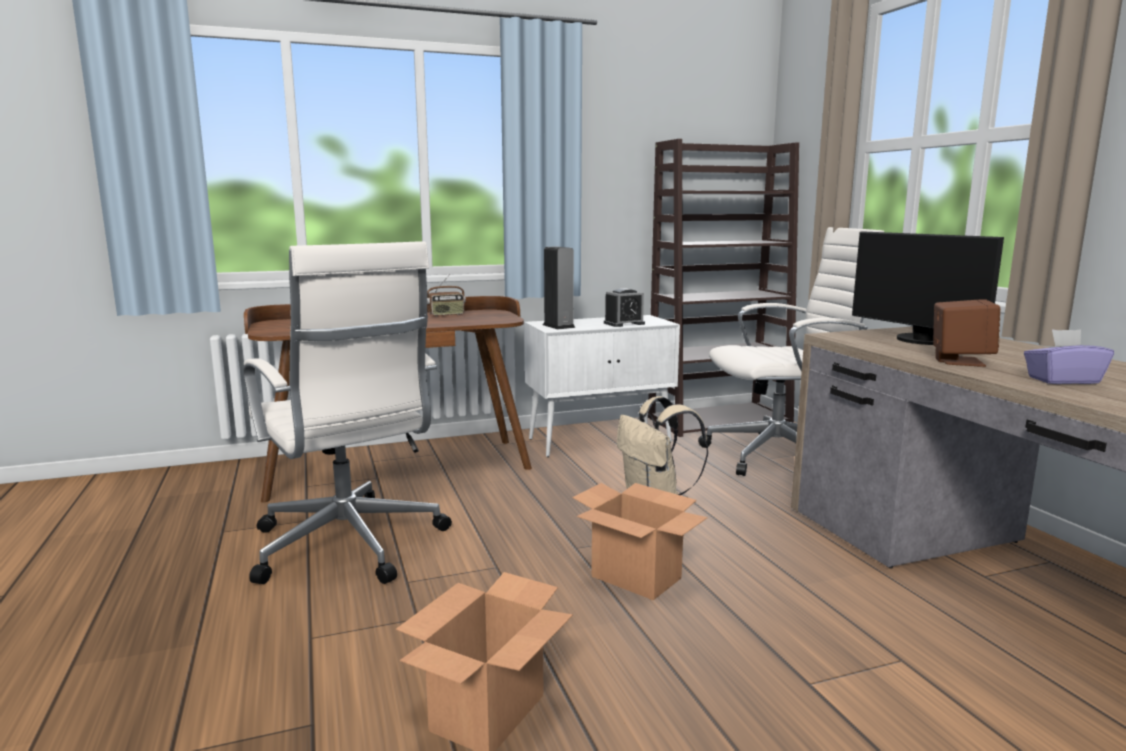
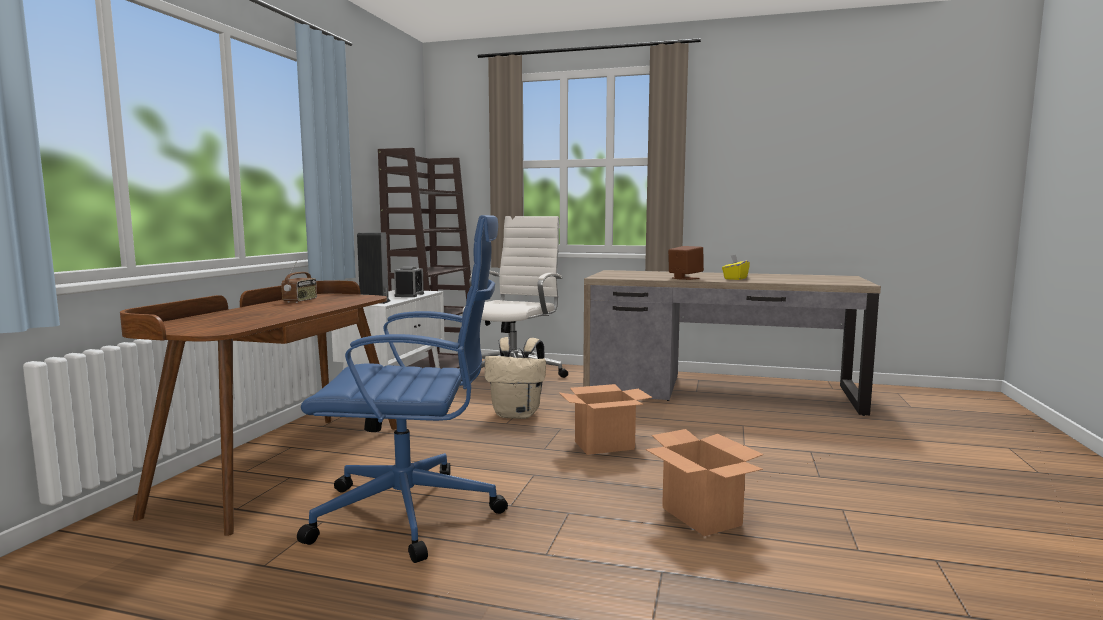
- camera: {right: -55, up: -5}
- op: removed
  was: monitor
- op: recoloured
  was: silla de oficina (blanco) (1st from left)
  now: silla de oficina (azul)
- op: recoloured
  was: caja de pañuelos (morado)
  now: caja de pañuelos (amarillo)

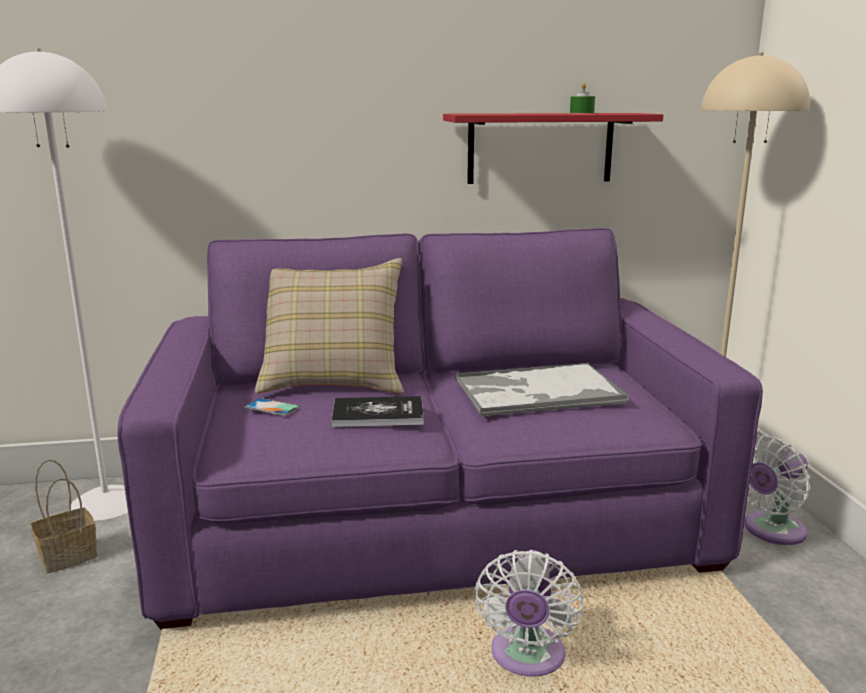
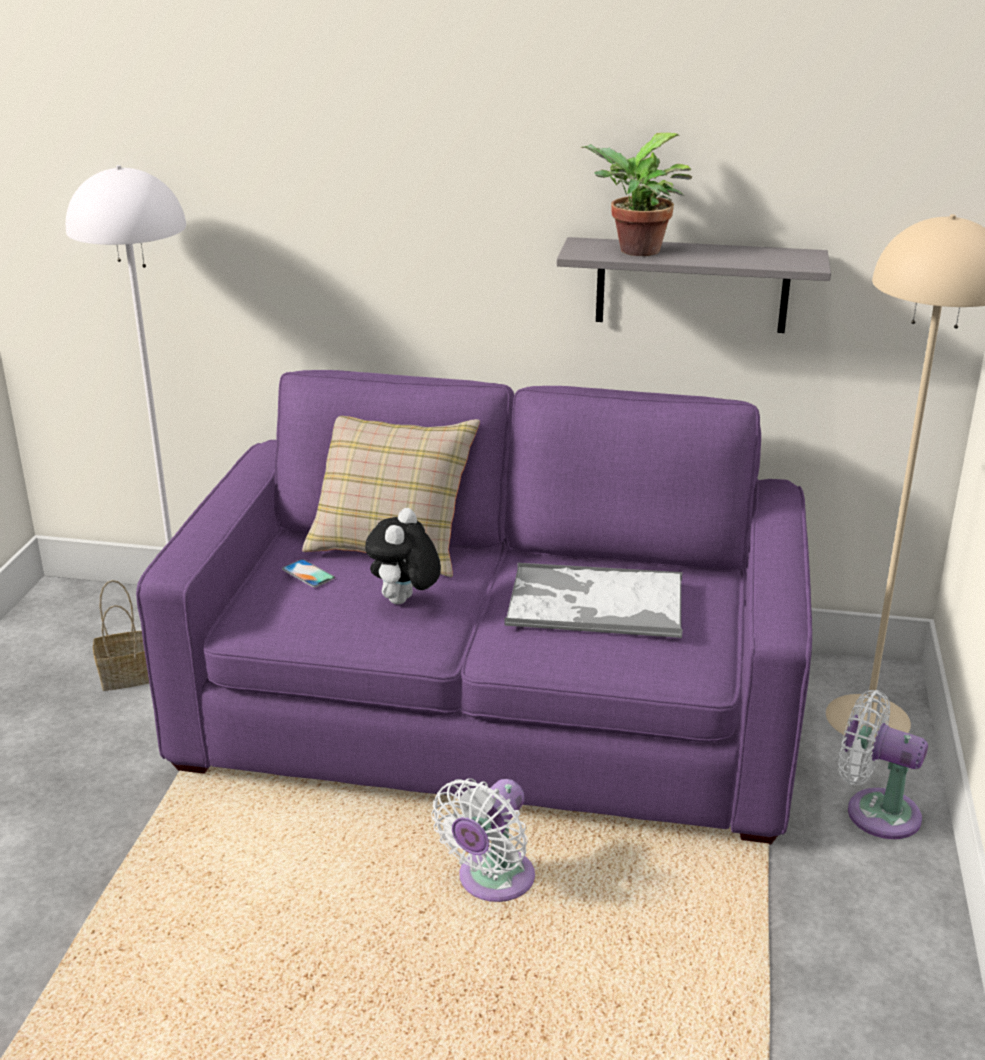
- camera: {right: 20, up: 10}
- op: removed
  was: vela (verde)
- op: added
  now: planta en maceta
- op: replaced
  was: libro
  now: peluche
- op: recoloured
  was: estante (rojo)
  now: estante (gris)
- op: turned
  was: ventilador (blanco) (2nd from left)
  clockwise: 45

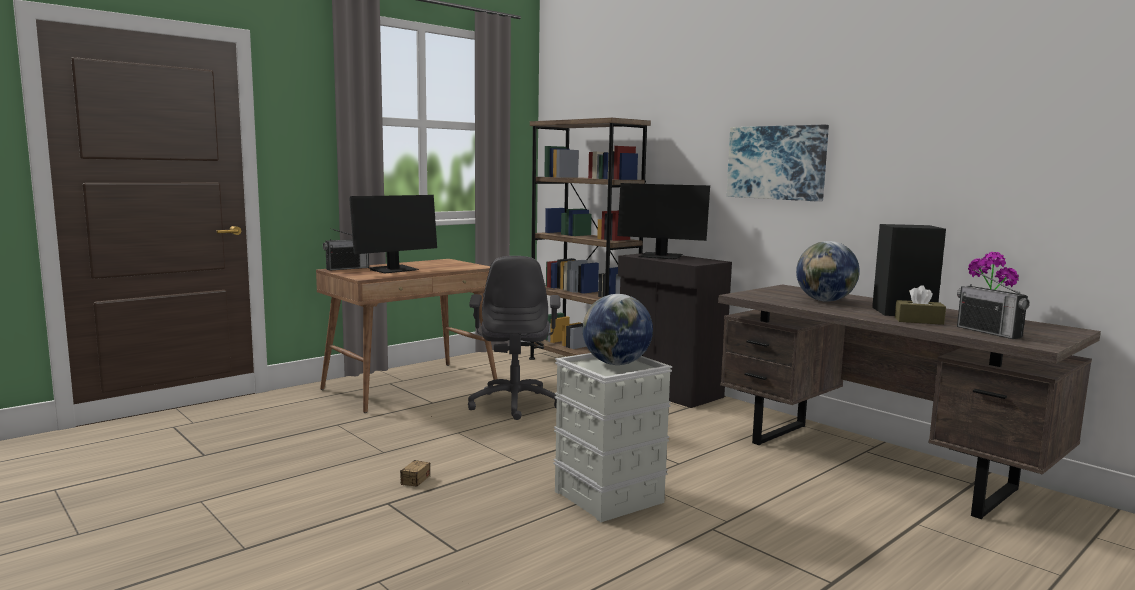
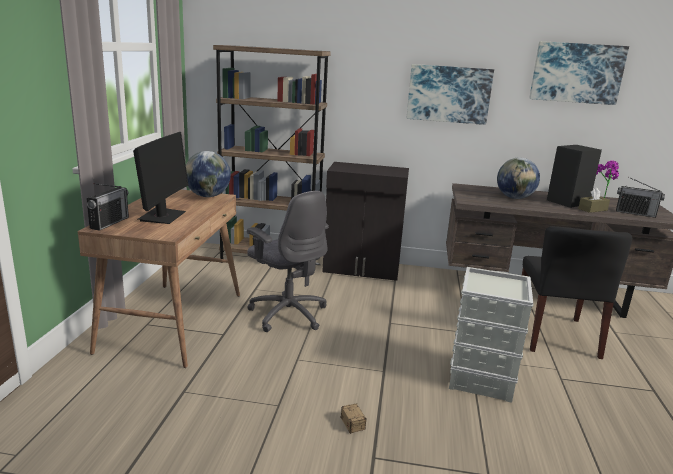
- camera: {right: -40, up: 10}
- op: removed
  was: monitor (2nd from left)
- op: added
  now: silla (negro)
- op: added
  now: cuadro (2nd from left)
- op: moved
  was: globo terráqueo (1st from left)

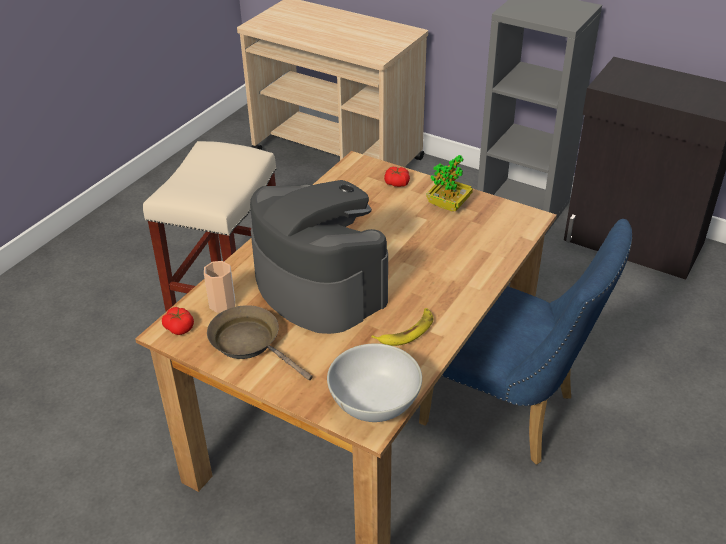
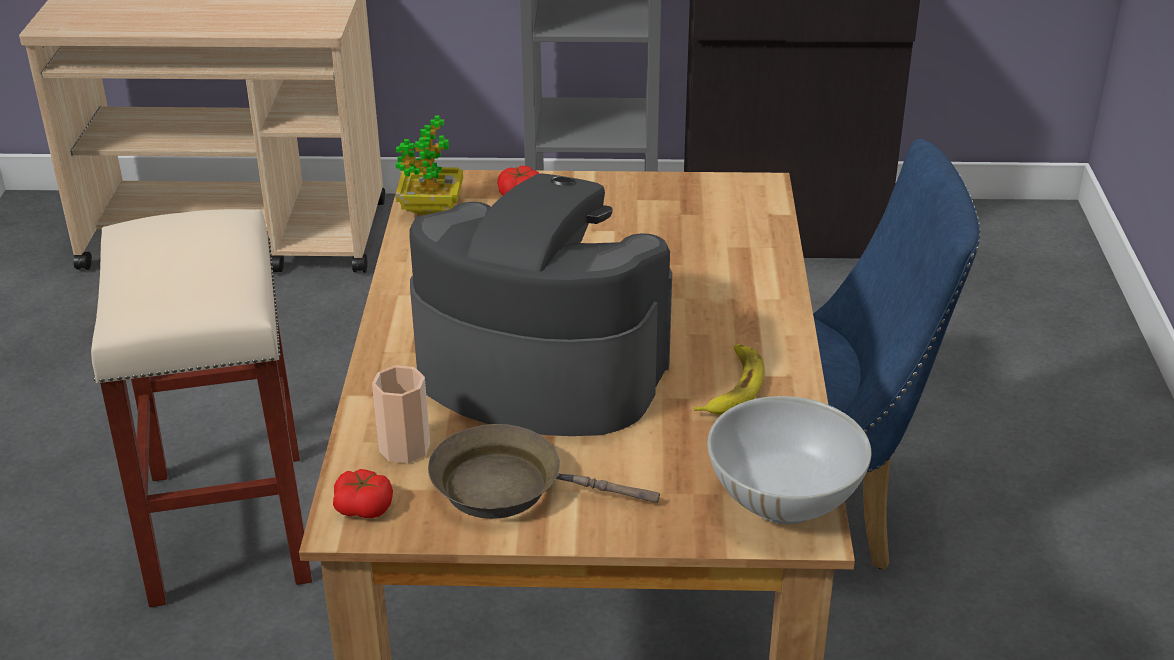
- camera: {right: -30, up: -5}
- op: moved
  was: planta en maceta

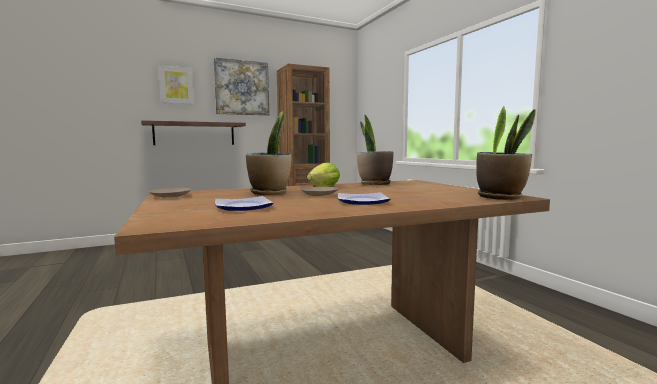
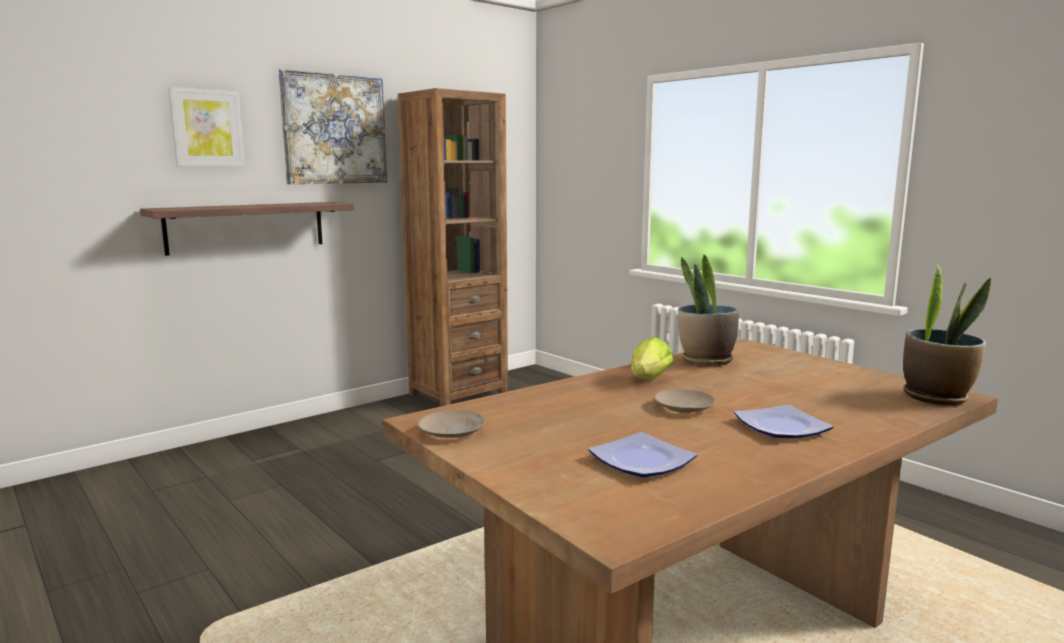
- camera: {right: -15, up: 5}
- op: removed
  was: planta en maceta (1st from left)

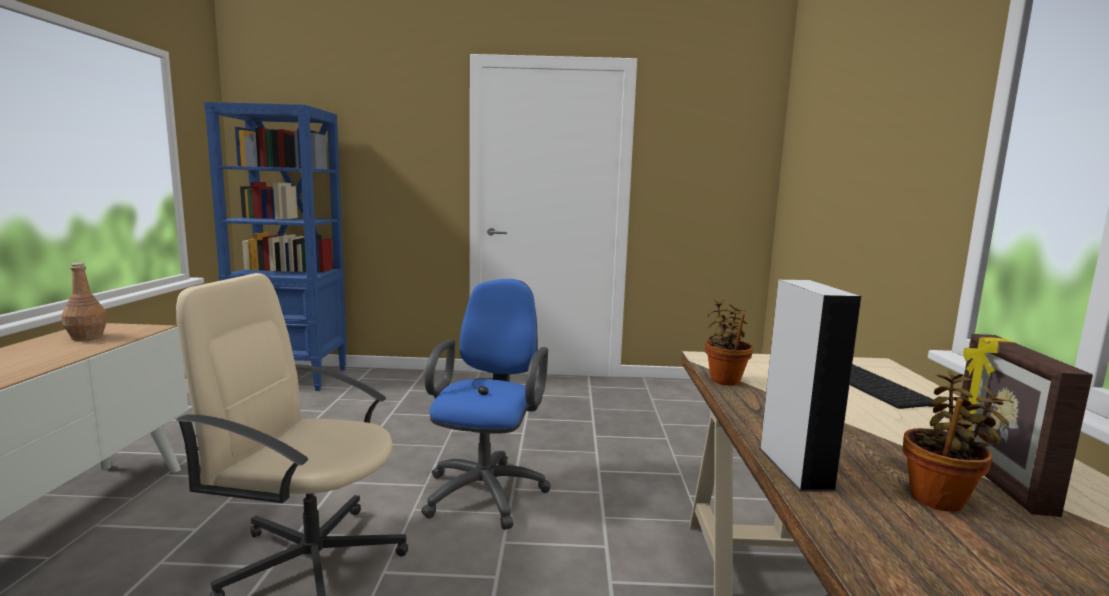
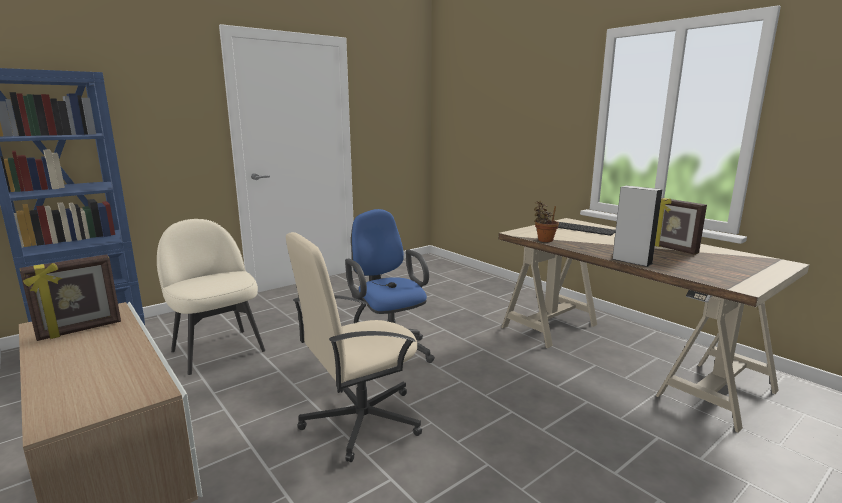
- camera: {right: -40, up: 5}
- op: removed
  was: planta en maceta (2nd from left)
- op: added
  now: silla (beis)
- op: replaced
  was: botella (marrón)
  now: portarretratos (1st from left)

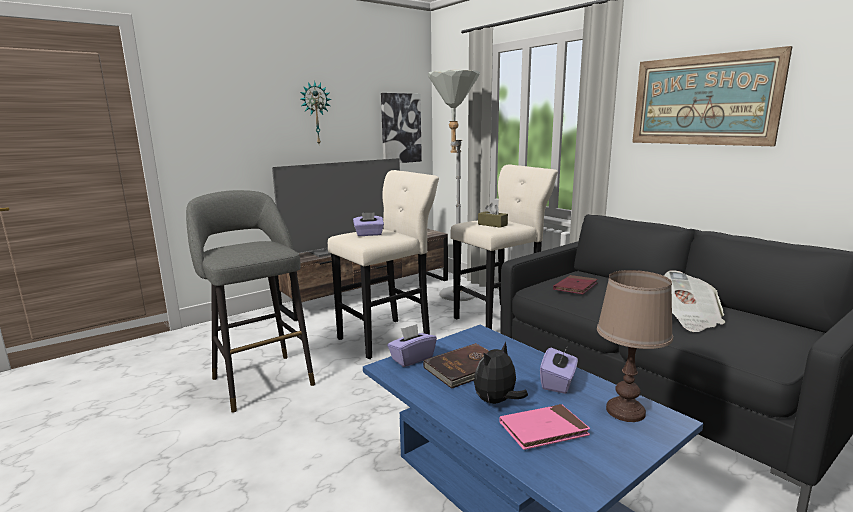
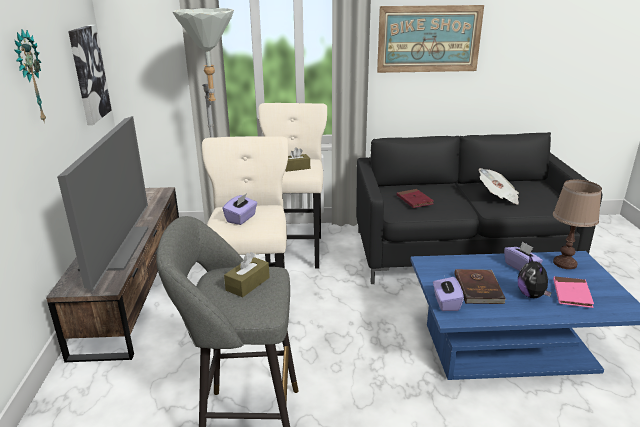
- camera: {right: -55, up: 10}
- op: added
  now: caja de pañuelos (marrón) (1st from left)

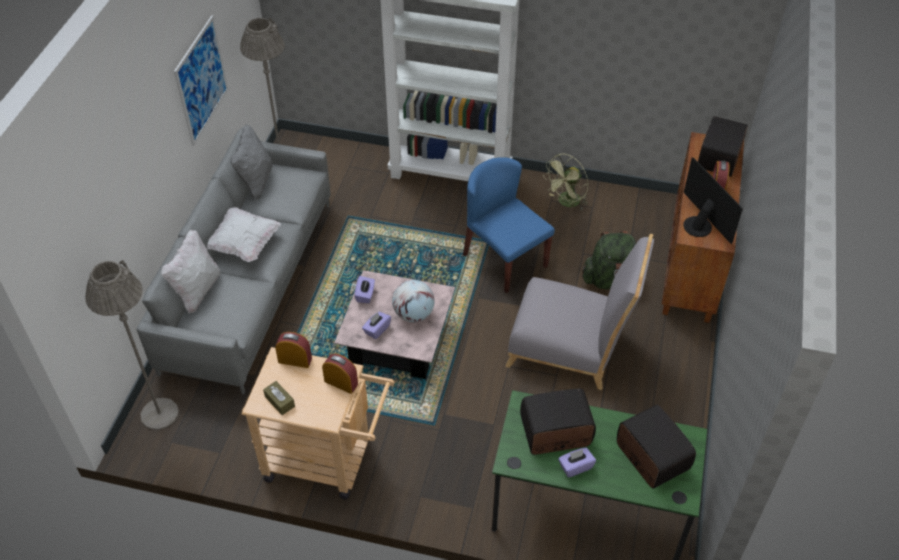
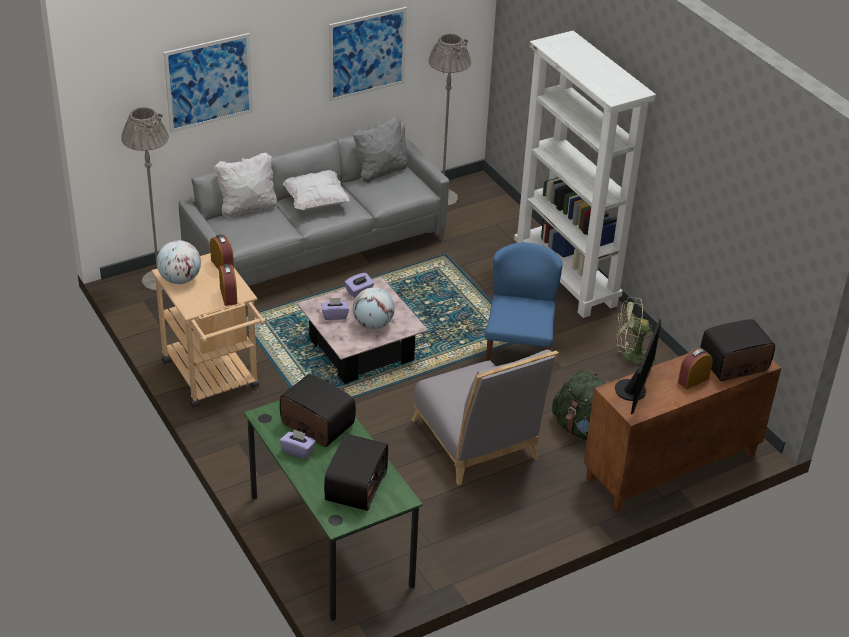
- camera: {right: 45, up: -10}
- op: added
  now: cuadro (1st from left)
- op: replaced
  was: caja de pañuelos (marrón)
  now: globo terráqueo (1st from left)

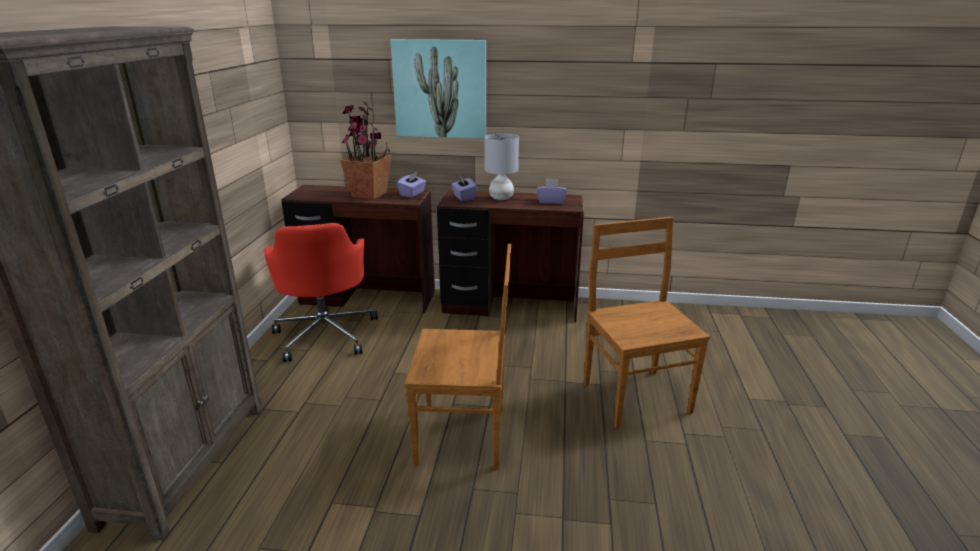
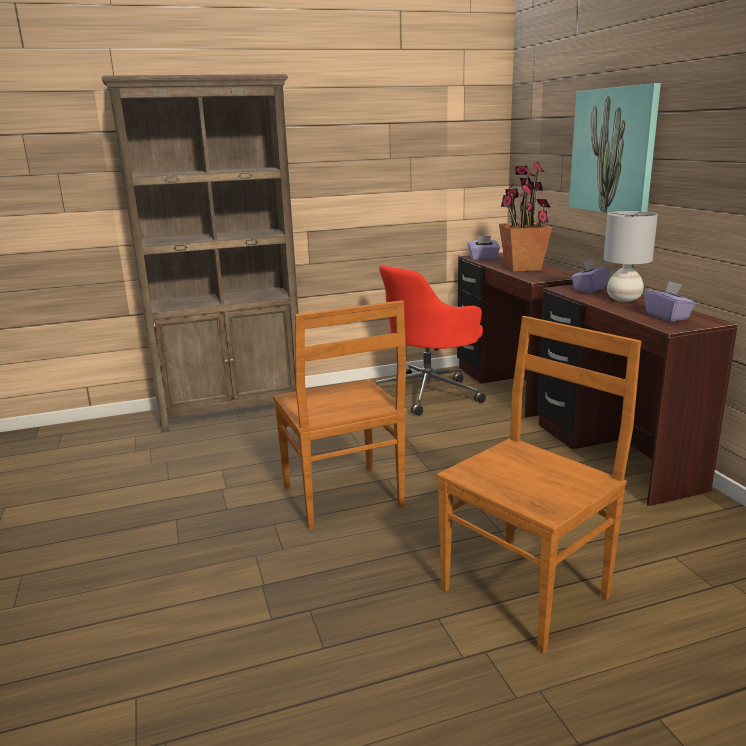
- camera: {right: 65, up: -5}
- op: moved
  was: caja de pañuelos (morado) (1st from left)

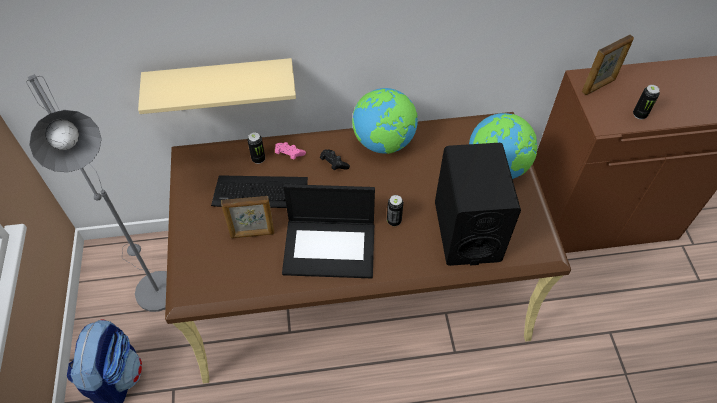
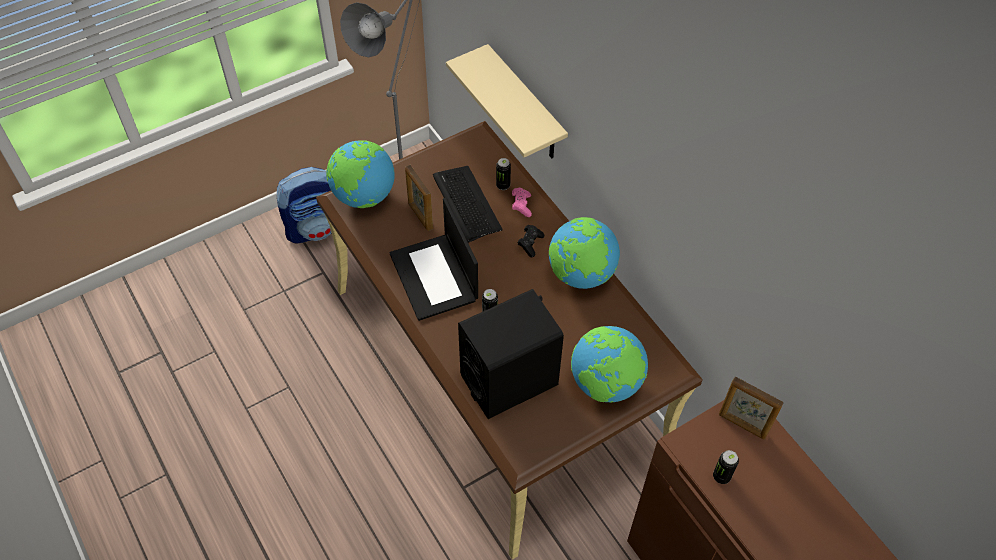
- camera: {right: 65, up: 0}
- op: added
  now: globo terráqueo (1st from left)

